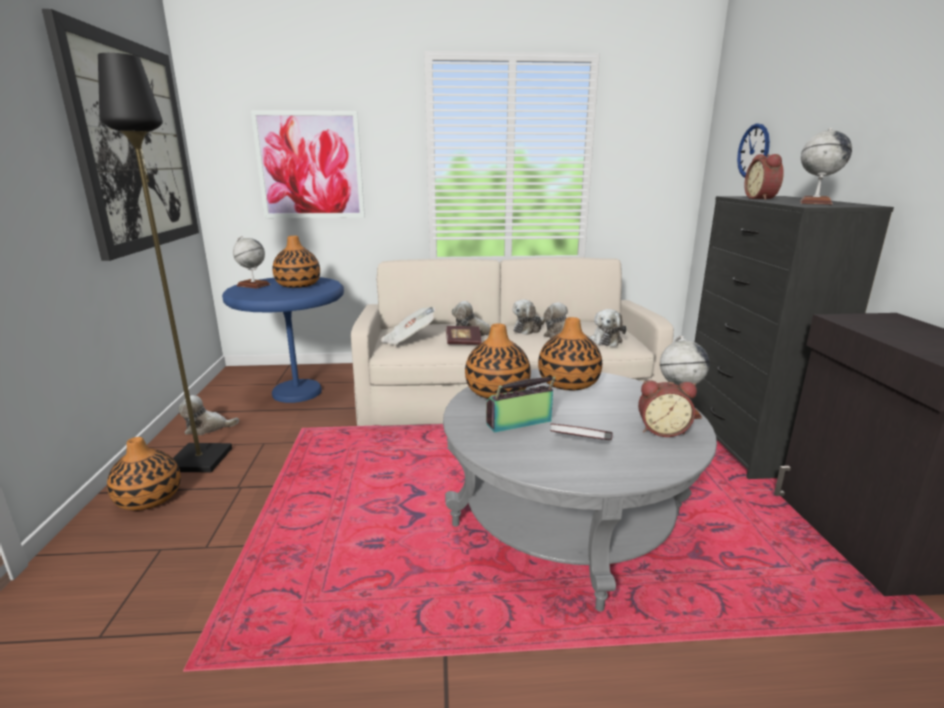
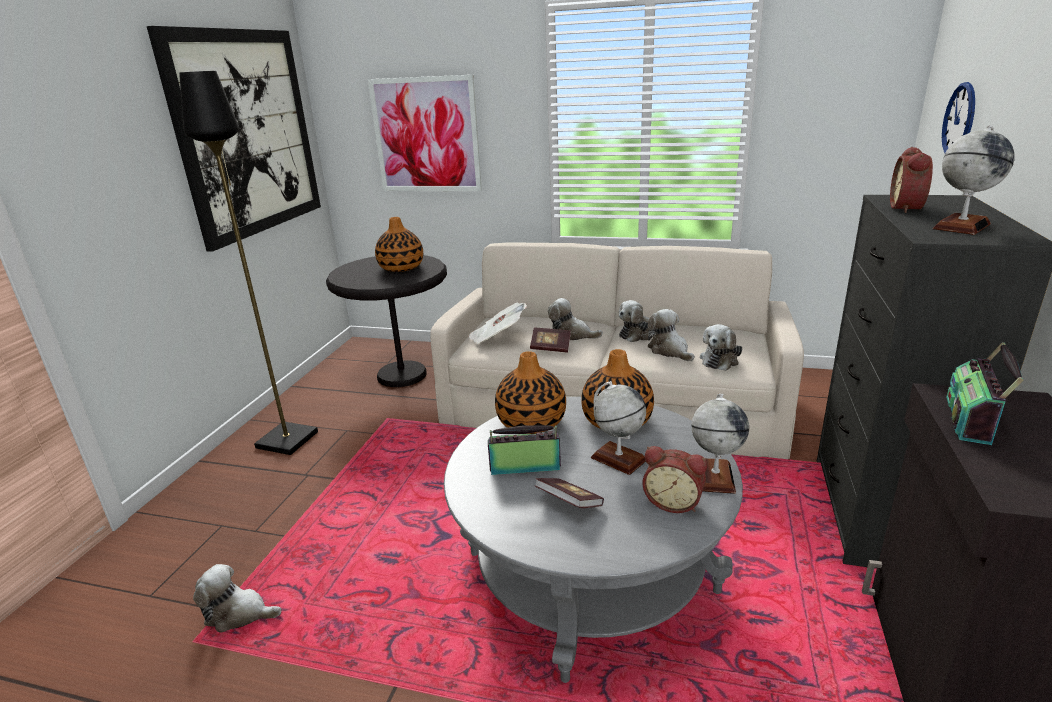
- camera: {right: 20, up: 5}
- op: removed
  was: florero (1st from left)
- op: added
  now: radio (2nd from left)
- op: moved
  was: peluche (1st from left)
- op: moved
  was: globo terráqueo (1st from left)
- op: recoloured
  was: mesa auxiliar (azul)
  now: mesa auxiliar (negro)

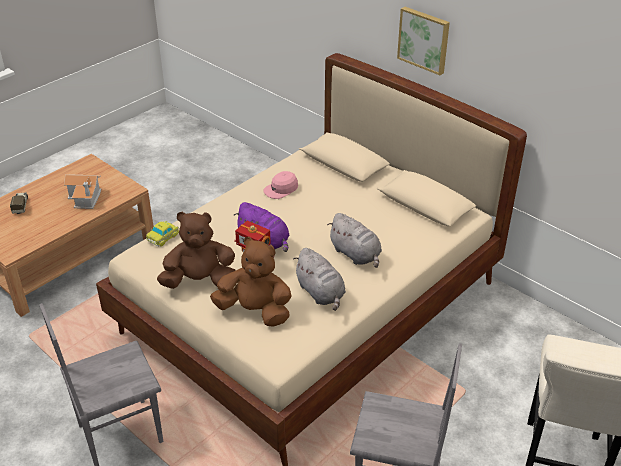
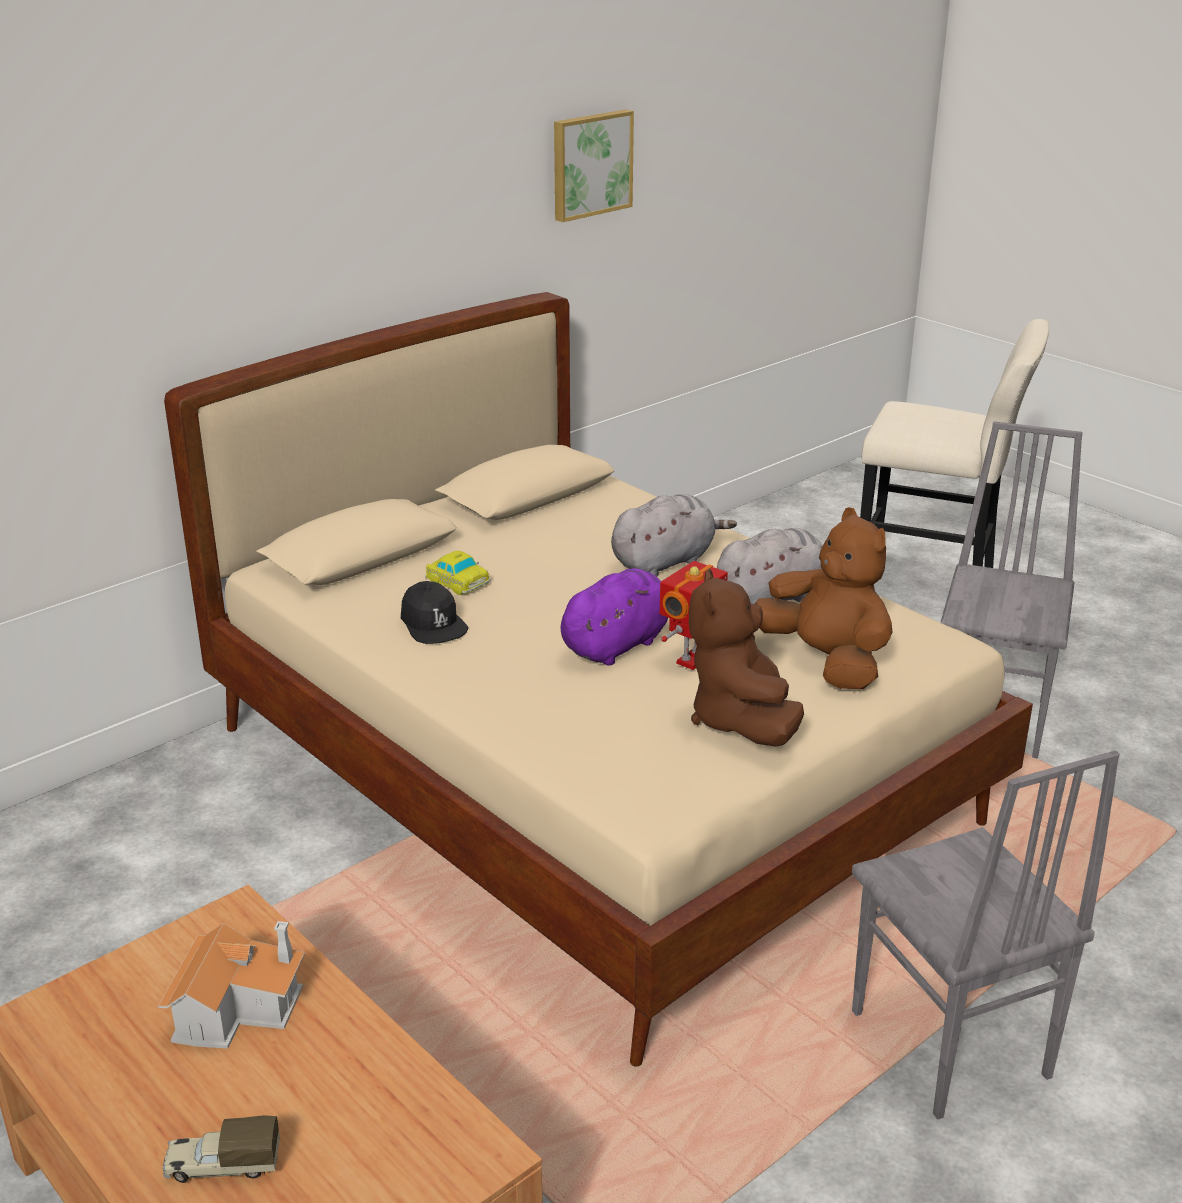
- camera: {right: -85, up: -10}
- op: moved
  was: coche de juguete
- op: moved
  was: cuadro
- op: recoloured
  was: gorra (rosa)
  now: gorra (negro)
- op: turned
  was: peluche (marrón) (2nd from left)
  clockwise: 120

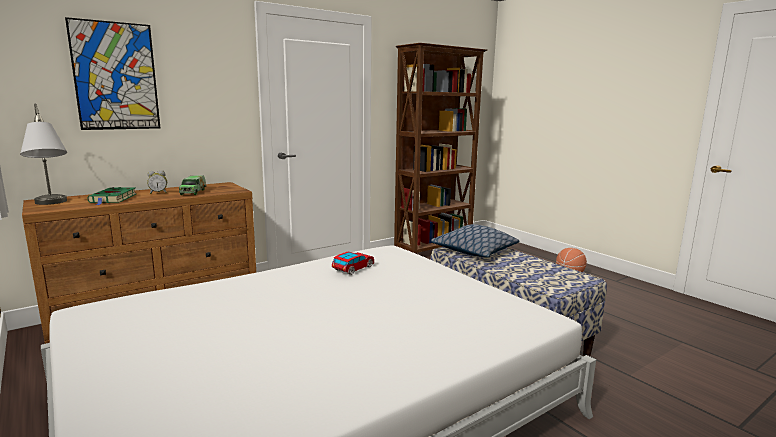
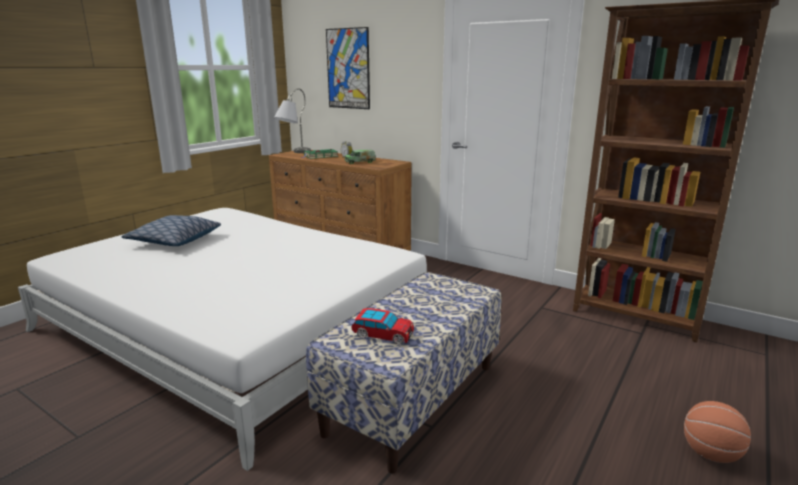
- camera: {right: 70, up: 5}
- op: moved
  was: coche de juguete
- op: moved
  was: cojín

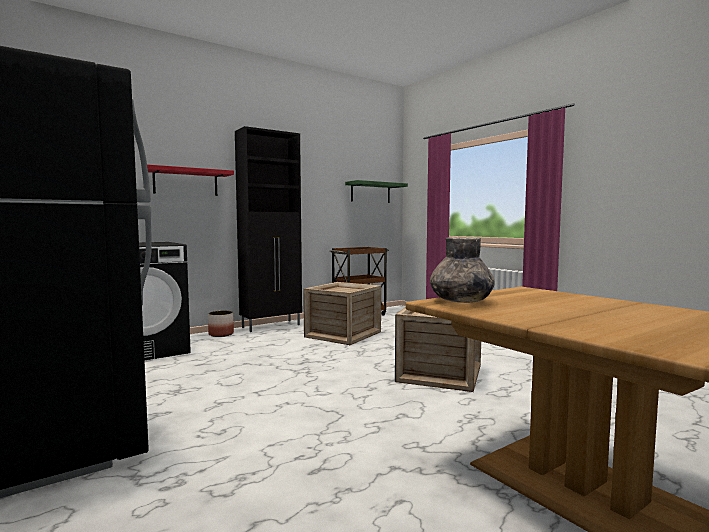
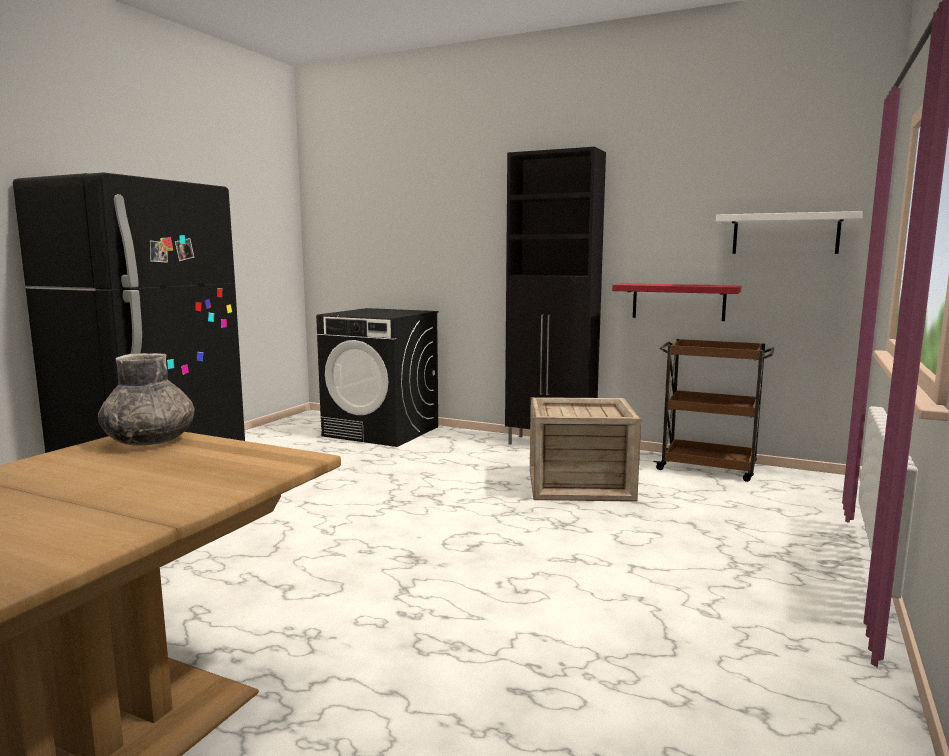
- camera: {right: 60, up: 5}
- op: removed
  was: maceta
- op: removed
  was: caja de embalaje (2nd from left)
- op: moved
  was: estante (rojo)
- op: recoloured
  was: estante (verde)
  now: estante (blanco)

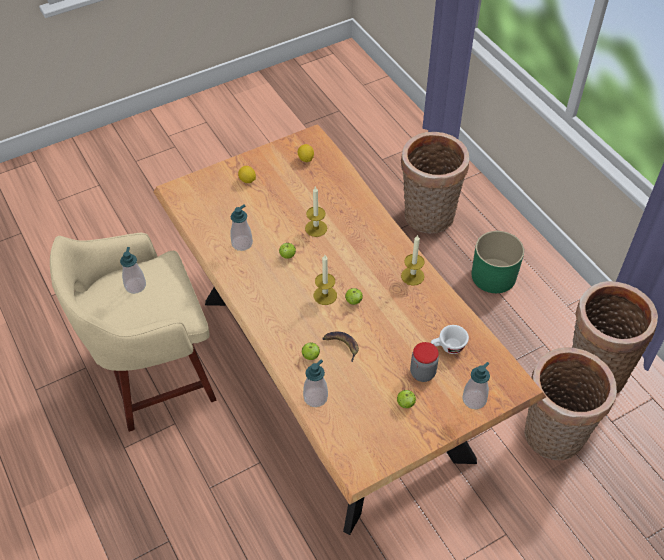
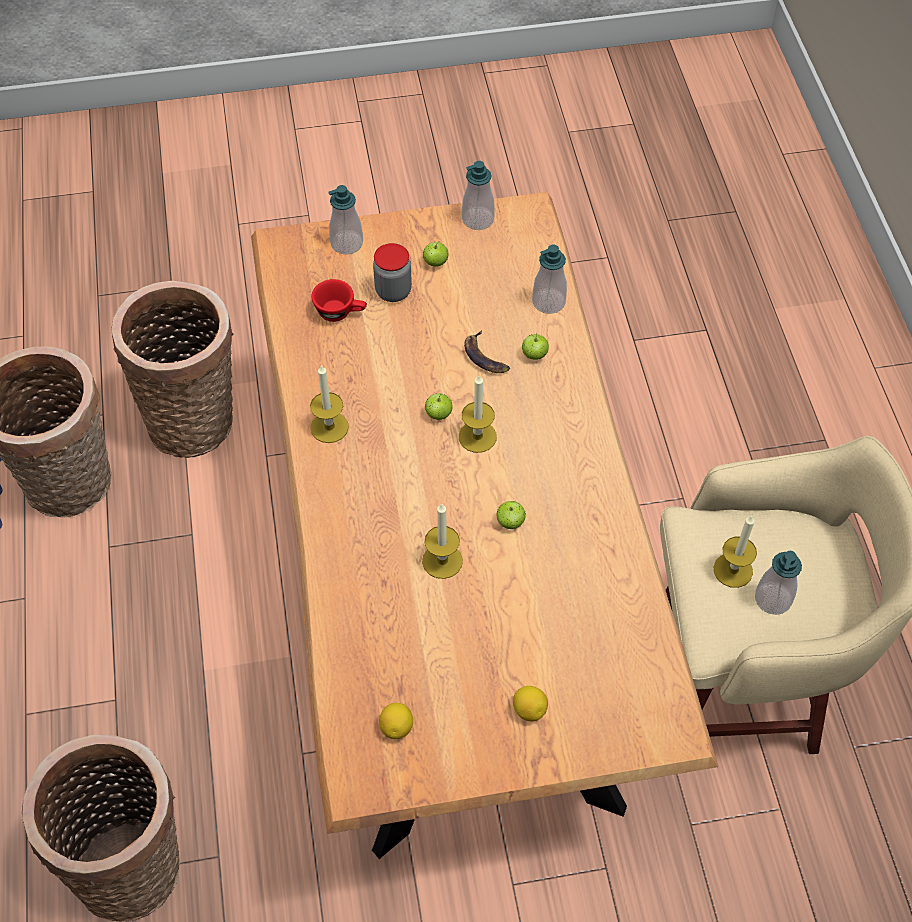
- camera: {right: -160, up: 5}
- op: removed
  was: maceta (verde)
- op: added
  now: vela (4th from left)
- op: moved
  was: dispensador de jabón (2nd from left)
- op: recoloured
  was: taza (blanco)
  now: taza (rojo)

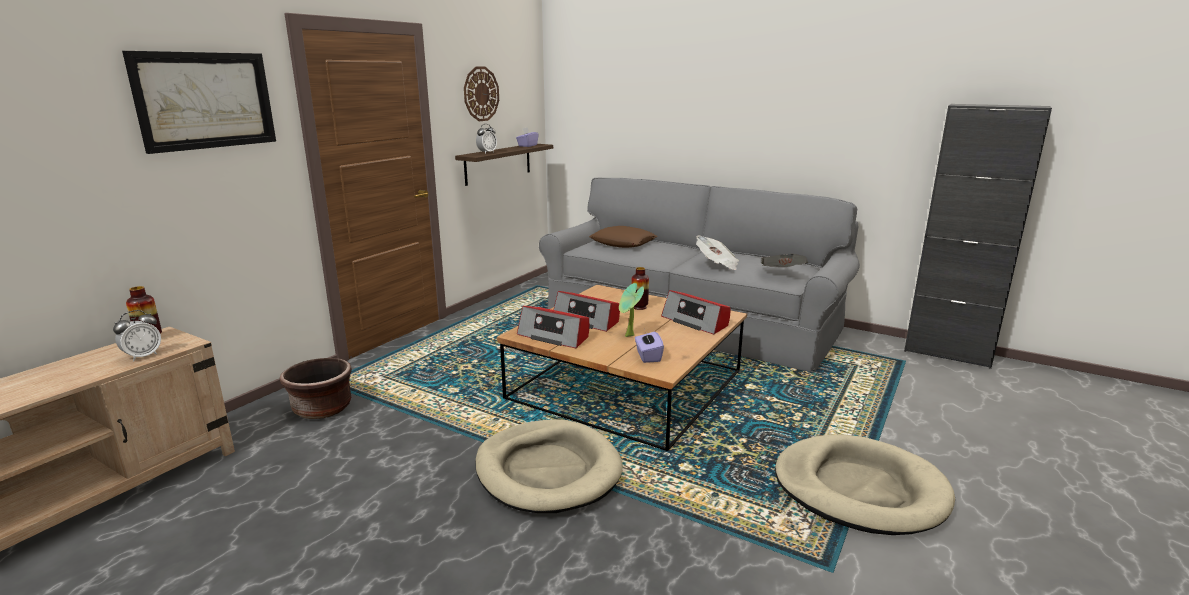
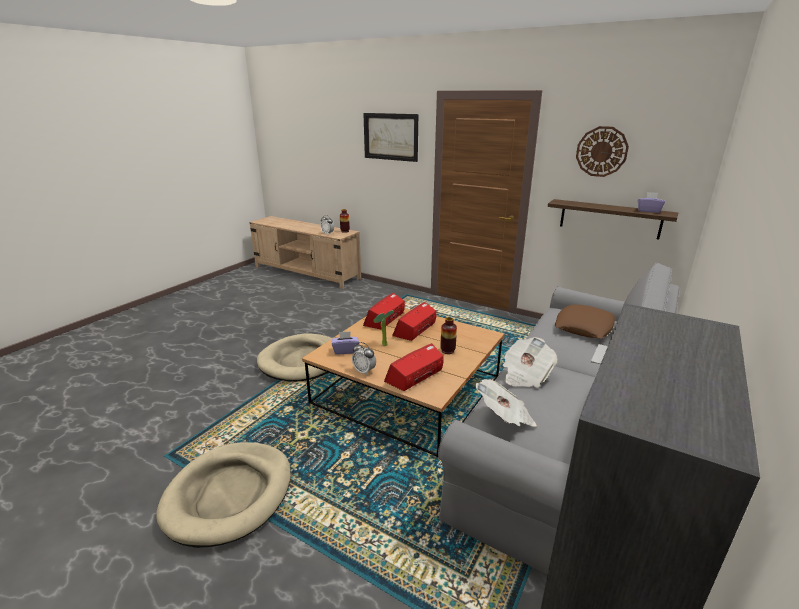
- camera: {right: 90, up: 5}
- op: removed
  was: maceta (marrón)
- op: moved
  was: despertador (2nd from left)

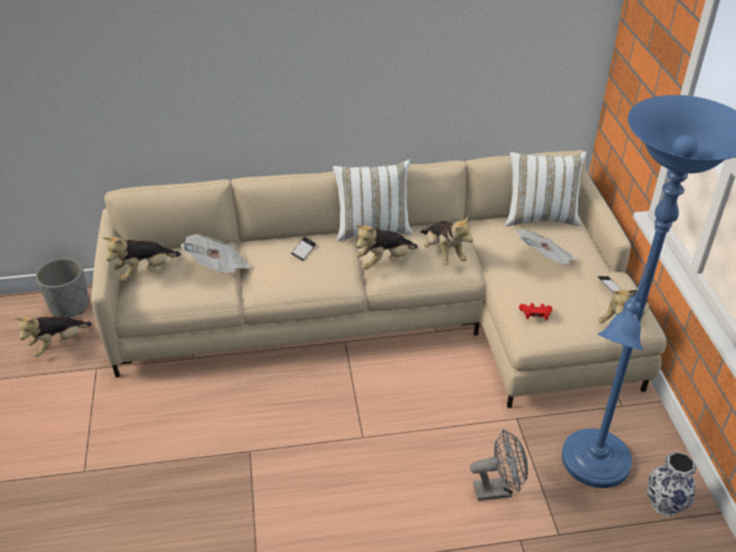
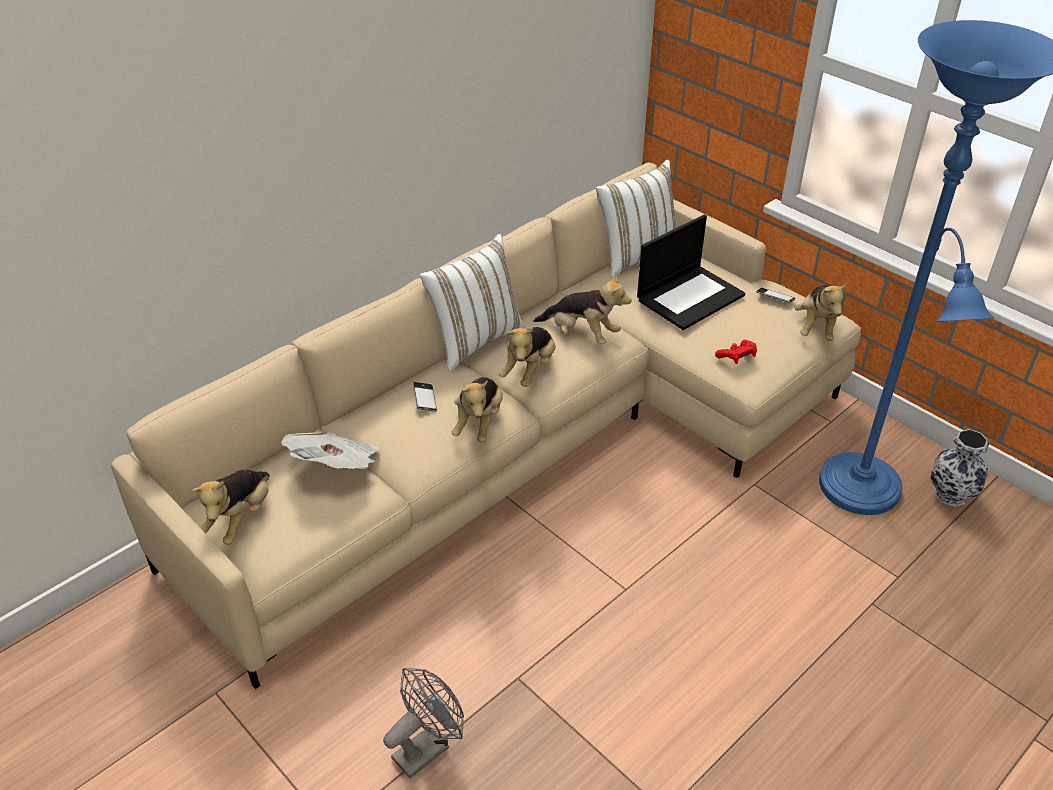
- camera: {right: -35, up: 0}
- op: removed
  was: maceta (gris)
- op: moved
  was: peluche (1st from left in the first image)
  now: peluche (2nd from left)
- op: moved
  was: ventilador (gris)
- op: replaced
  was: periódico (2nd from left)
  now: portátil

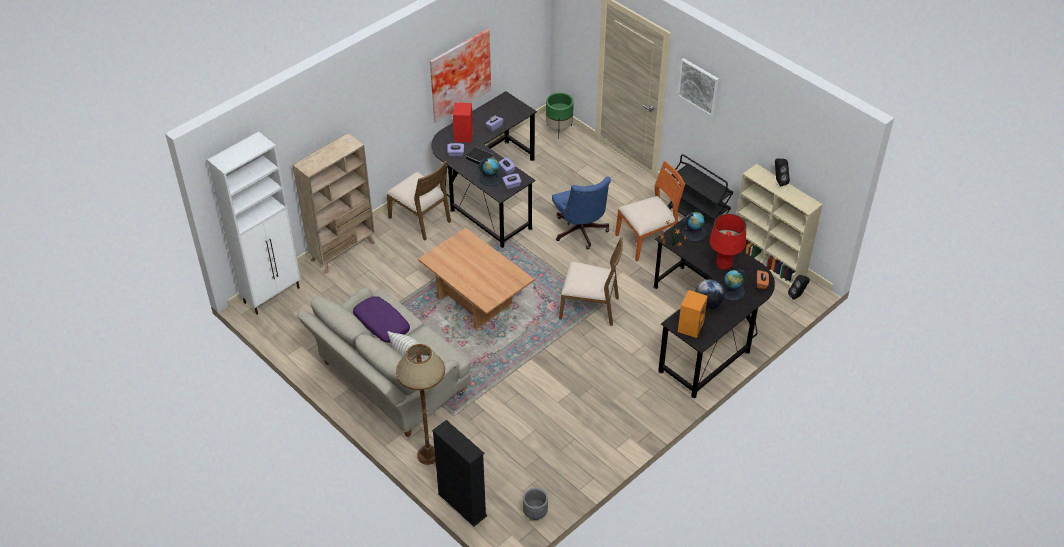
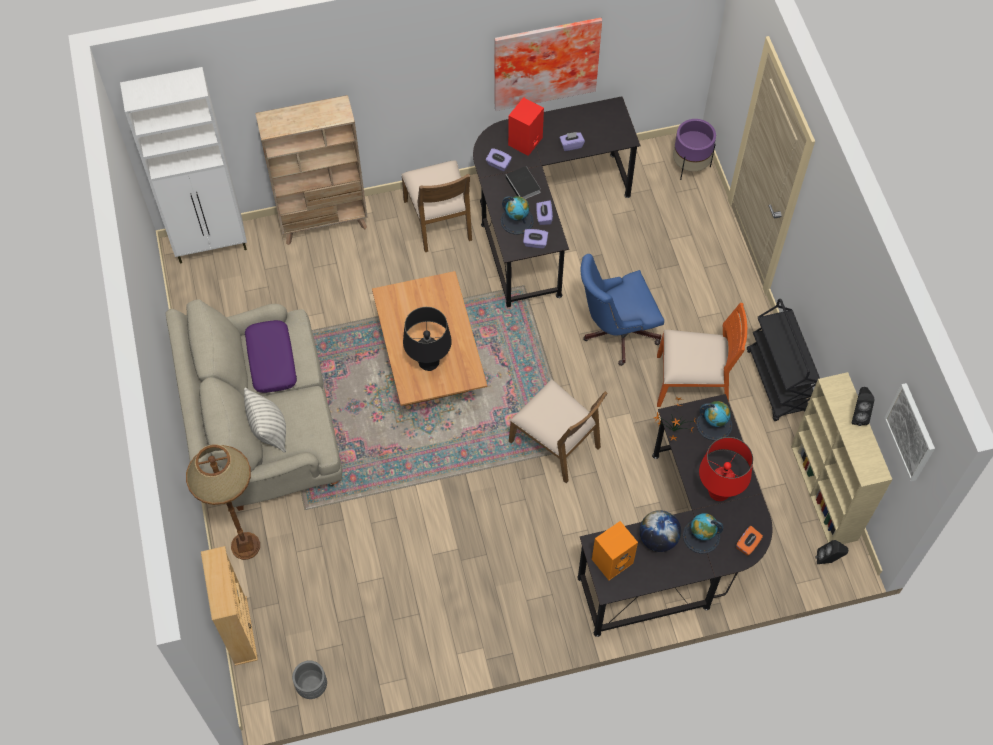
- camera: {right: 30, up: 15}
- op: added
  now: lámpara de mesa (negro)
- op: moved
  was: cuadro (2nd from left)
- op: recoloured
  was: estantería (negro)
  now: estantería (beis) (1st from left)
- op: recoloured
  was: maceta (verde)
  now: maceta (morado)
- op: turned
  was: silla de oficina (azul)
  clockwise: 60

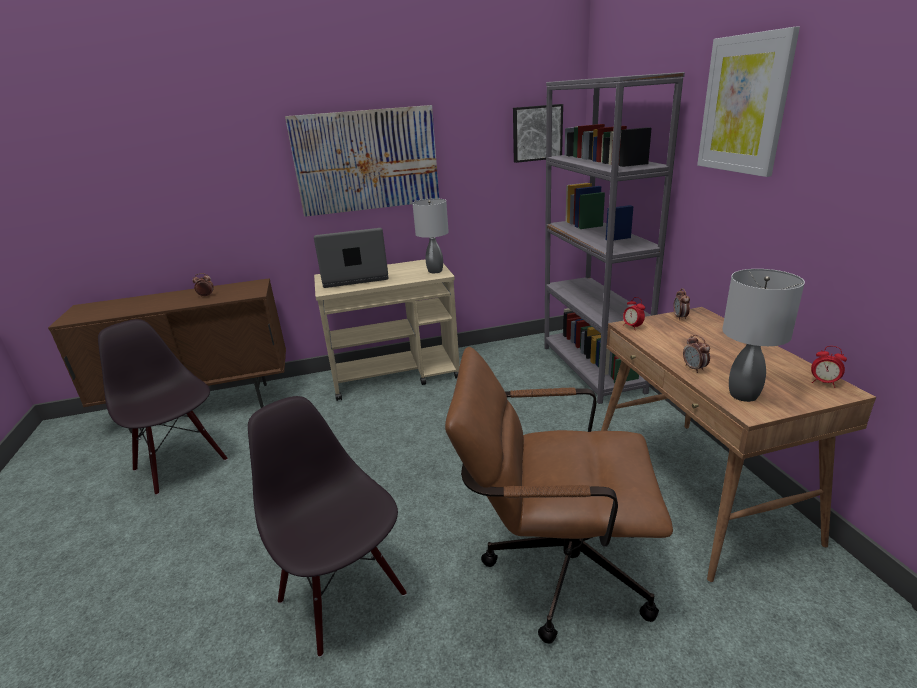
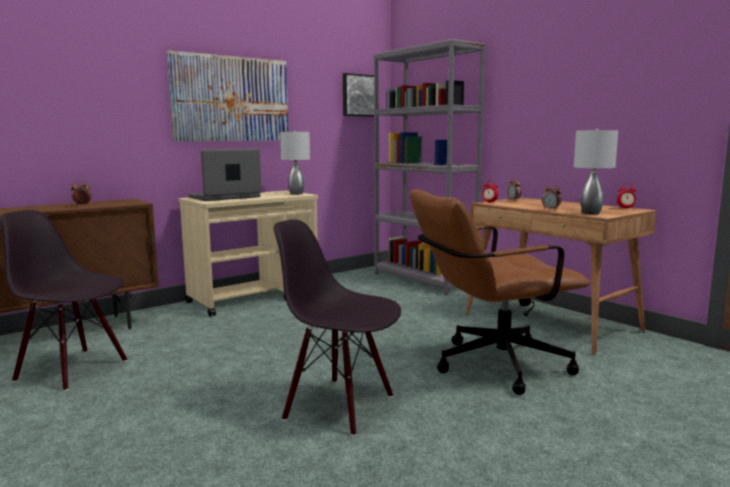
- camera: {right: -25, up: -15}
- op: removed
  was: cuadro (3rd from left)

